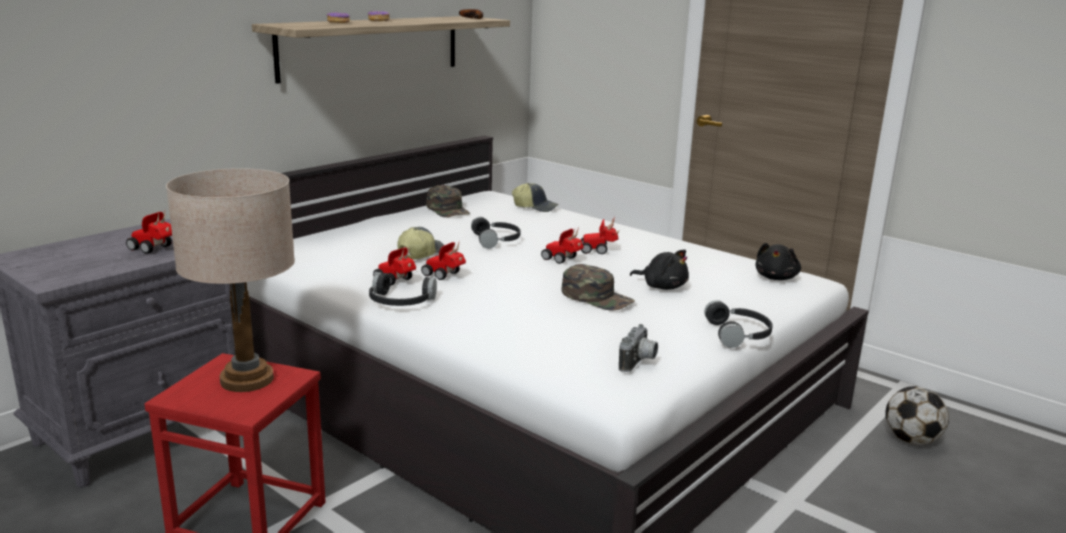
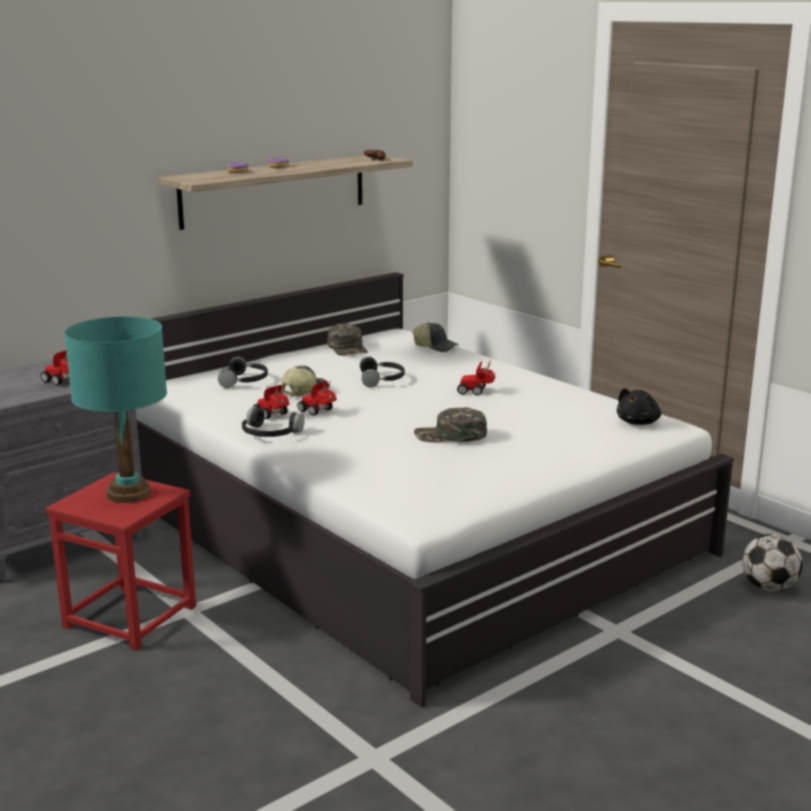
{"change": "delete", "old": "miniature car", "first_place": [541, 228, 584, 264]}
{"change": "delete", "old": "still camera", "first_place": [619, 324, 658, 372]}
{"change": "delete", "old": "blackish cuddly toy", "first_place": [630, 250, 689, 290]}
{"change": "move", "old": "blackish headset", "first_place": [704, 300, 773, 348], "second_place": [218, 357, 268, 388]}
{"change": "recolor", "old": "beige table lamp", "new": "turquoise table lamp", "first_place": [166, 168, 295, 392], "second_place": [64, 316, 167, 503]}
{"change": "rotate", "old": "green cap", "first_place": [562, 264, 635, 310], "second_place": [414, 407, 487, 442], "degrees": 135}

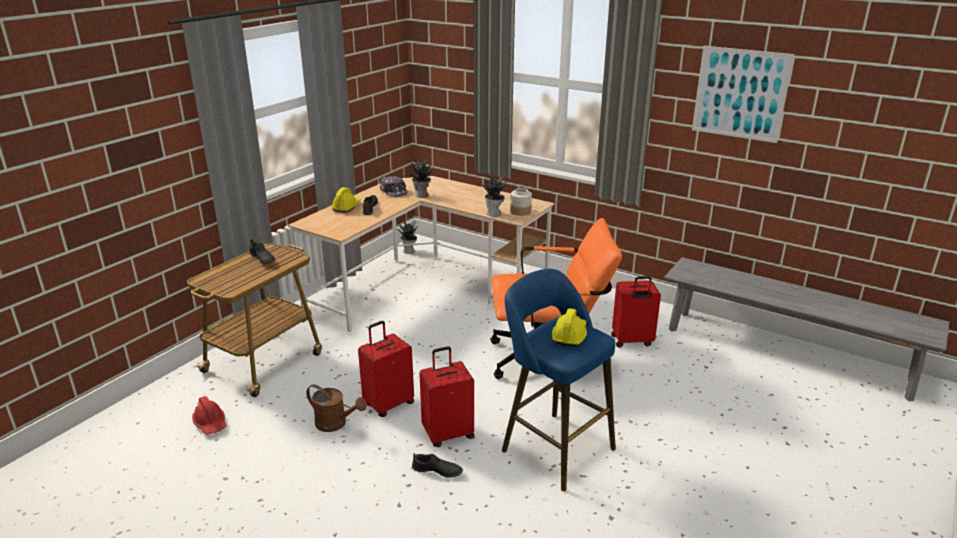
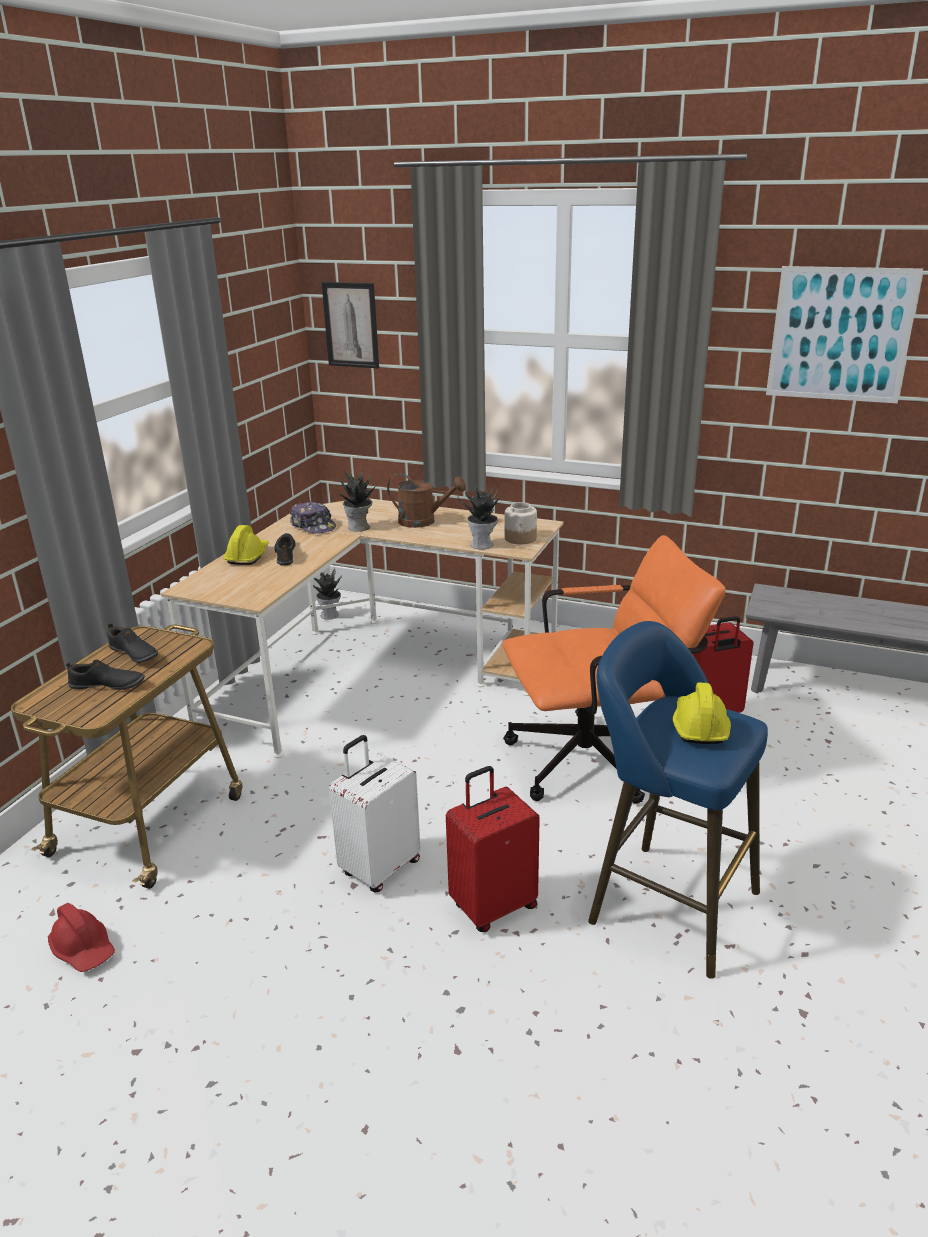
{"change": "insert", "new": "picture", "second_place": [322, 282, 379, 368]}
{"change": "move", "old": "brown-coloured watering can", "first_place": [306, 384, 367, 432], "second_place": [387, 473, 466, 528]}
{"change": "move", "old": "blackish item of footwear", "first_place": [412, 453, 463, 478], "second_place": [66, 659, 145, 690]}
{"change": "recolor", "old": "reddish suitcase", "new": "whitish suitcase", "first_place": [358, 321, 414, 417], "second_place": [329, 735, 421, 892]}

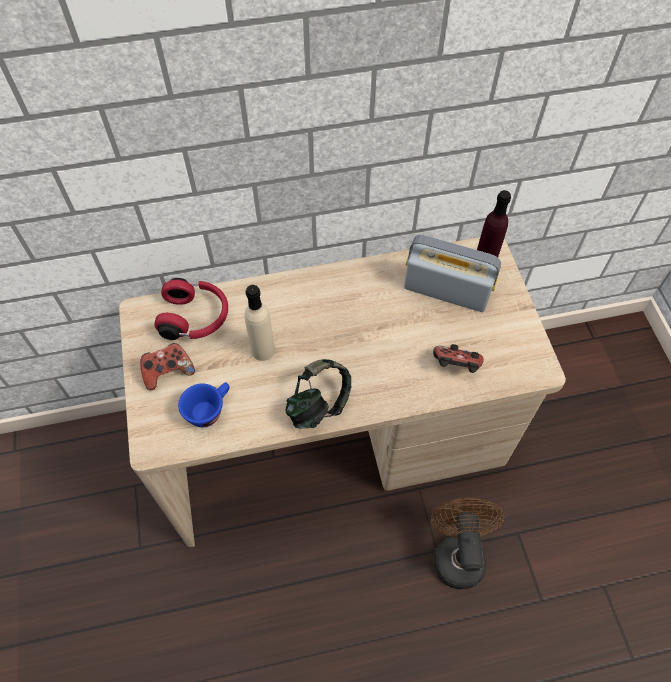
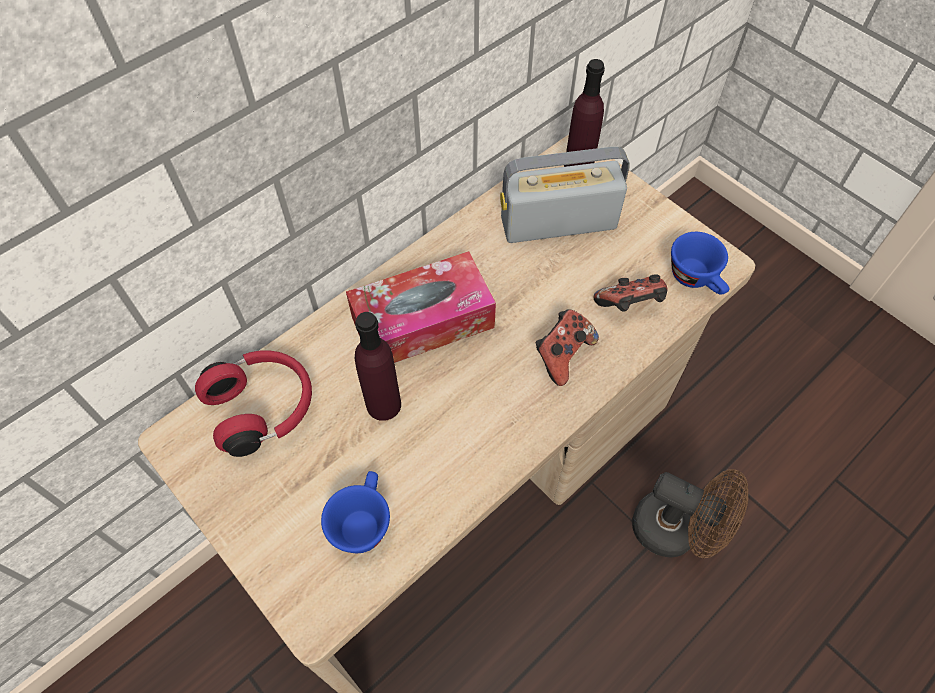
{"change": "delete", "old": "headset", "first_place": [286, 359, 351, 428]}
{"change": "insert", "new": "tissue box", "second_place": [346, 251, 496, 363]}
{"change": "insert", "new": "blue-coloured cup", "second_place": [671, 232, 729, 295]}
{"change": "move", "old": "joypad", "first_place": [140, 343, 195, 390], "second_place": [536, 310, 599, 386]}
{"change": "recolor", "old": "beige drink bottle", "new": "purple drink bottle", "first_place": [245, 285, 275, 361], "second_place": [355, 312, 401, 421]}
{"change": "rotate", "old": "brown-coloured electric fan", "first_place": [431, 498, 504, 589], "second_place": [632, 469, 748, 558], "degrees": 150}

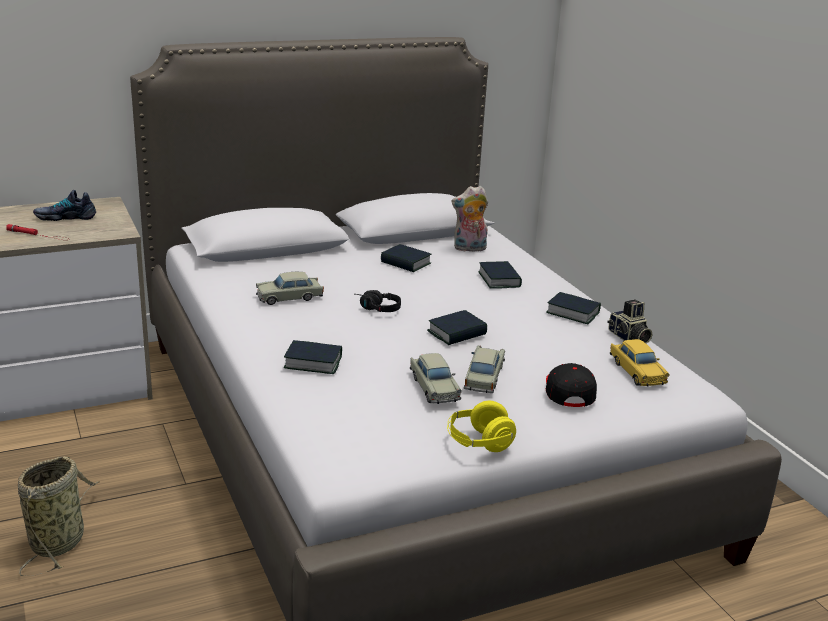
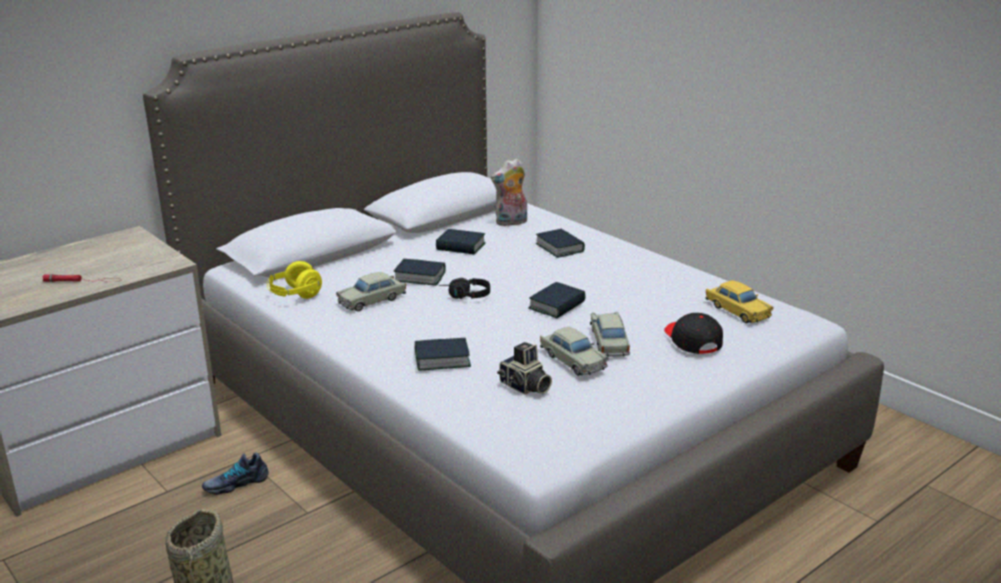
{"change": "move", "old": "item of footwear", "first_place": [33, 190, 96, 221], "second_place": [202, 453, 269, 495]}
{"change": "move", "old": "yellow headset", "first_place": [447, 401, 516, 452], "second_place": [267, 261, 322, 299]}
{"change": "move", "old": "book", "first_place": [546, 292, 601, 324], "second_place": [394, 259, 446, 286]}
{"change": "move", "old": "still camera", "first_place": [607, 300, 652, 344], "second_place": [497, 342, 552, 395]}

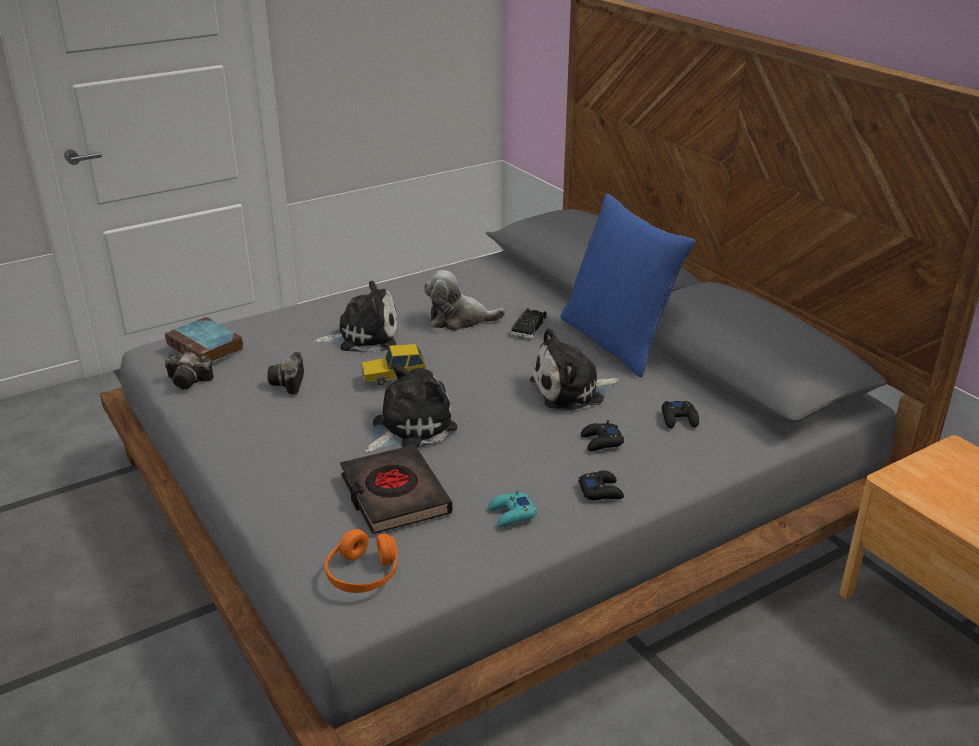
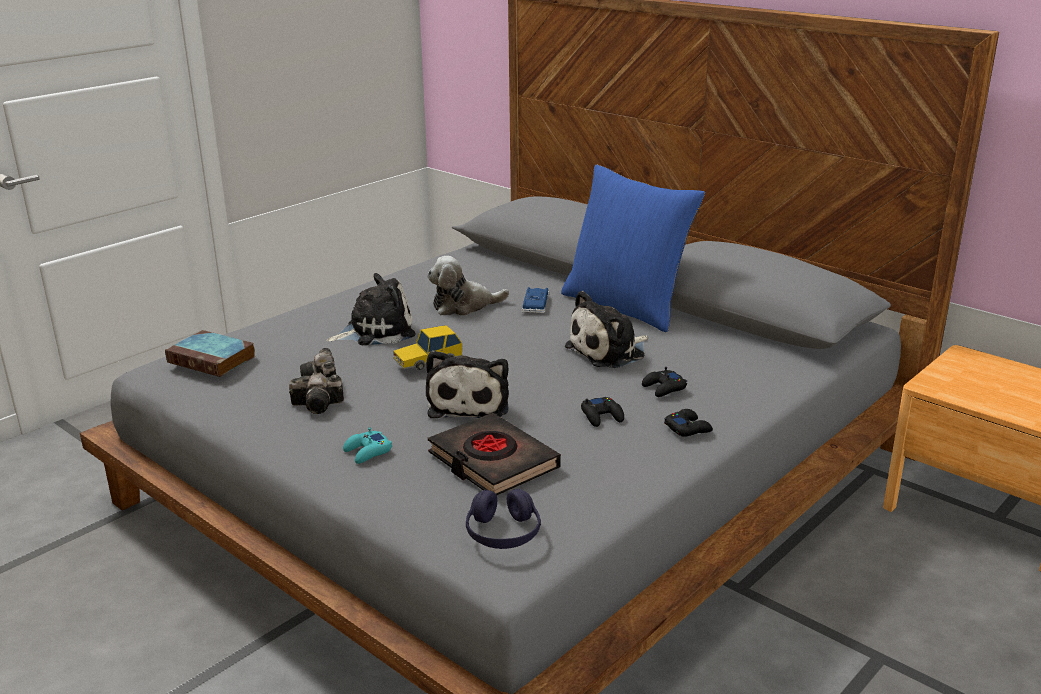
{"change": "move", "old": "still camera", "first_place": [165, 352, 214, 389], "second_place": [289, 373, 344, 414]}
{"change": "move", "old": "turquoise joypad", "first_place": [488, 490, 537, 527], "second_place": [343, 428, 392, 464]}
{"change": "move", "old": "blackish joypad", "first_place": [662, 401, 699, 428], "second_place": [581, 397, 624, 427]}
{"change": "recolor", "old": "orangey headset", "new": "purple headset", "first_place": [325, 529, 398, 593], "second_place": [466, 488, 541, 549]}
{"change": "recolor", "old": "blackish miniature car", "new": "blue-coloured miniature car", "first_place": [510, 308, 548, 338], "second_place": [522, 287, 549, 313]}
{"change": "rotate", "old": "cuddly toy", "first_place": [365, 364, 457, 453], "second_place": [426, 350, 509, 418], "degrees": 150}

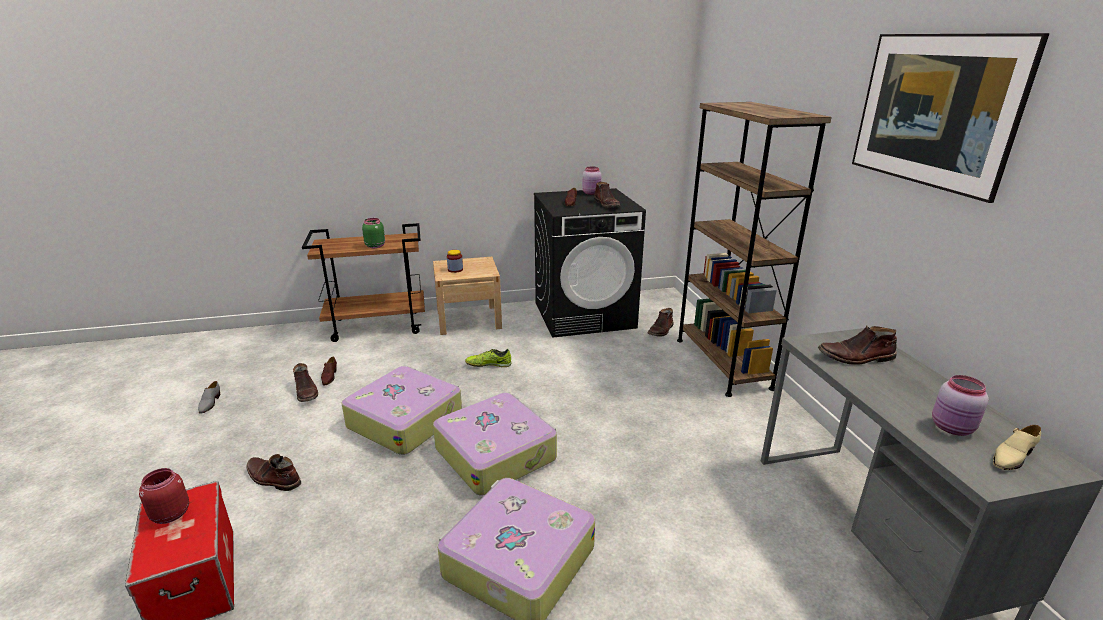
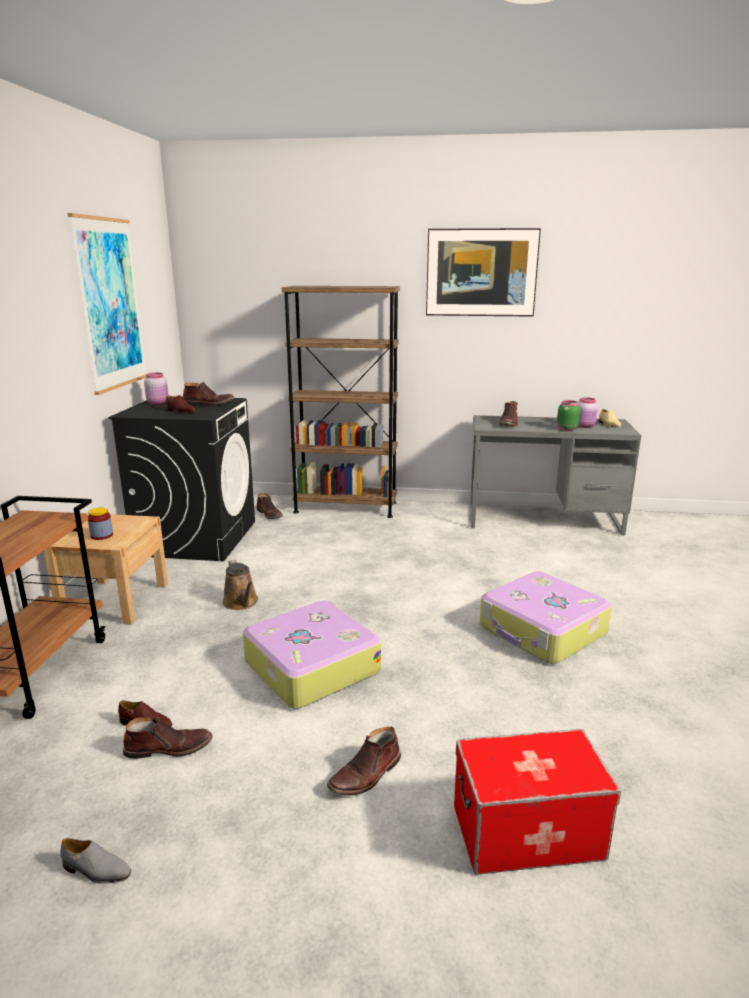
{"change": "delete", "old": "reddish storage jar", "first_place": [139, 468, 189, 524]}
{"change": "delete", "old": "suitcase", "first_place": [433, 393, 557, 495]}
{"change": "insert", "new": "picture", "second_place": [67, 213, 146, 395]}
{"change": "move", "old": "green storage jar", "first_place": [362, 218, 385, 248], "second_place": [557, 400, 580, 431]}
{"change": "replace", "old": "item of footwear", "new": "brown-coloured watering can", "first_place": [465, 349, 512, 367], "second_place": [223, 560, 258, 610]}

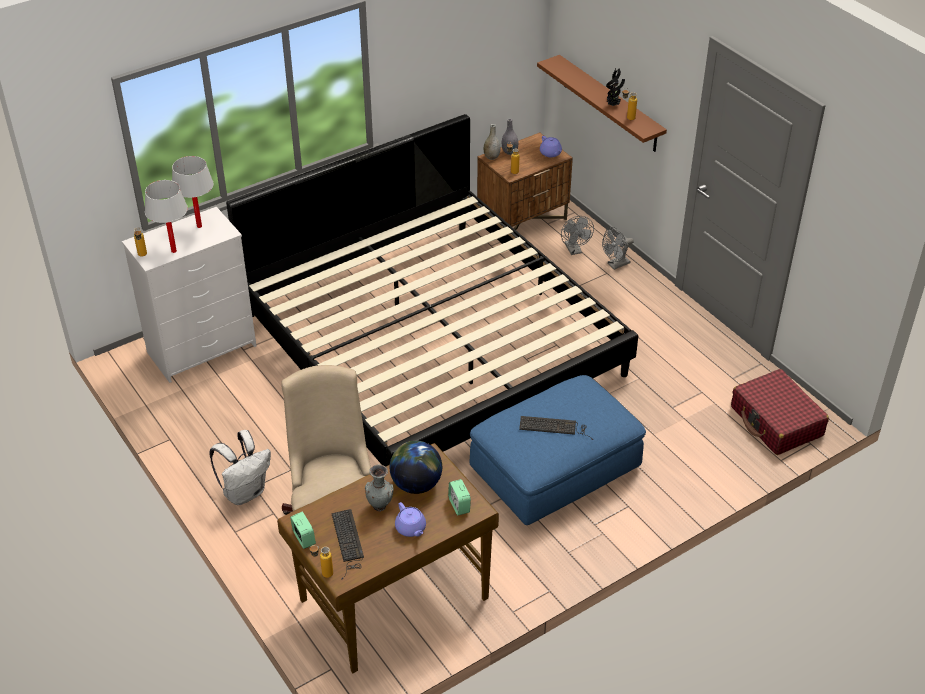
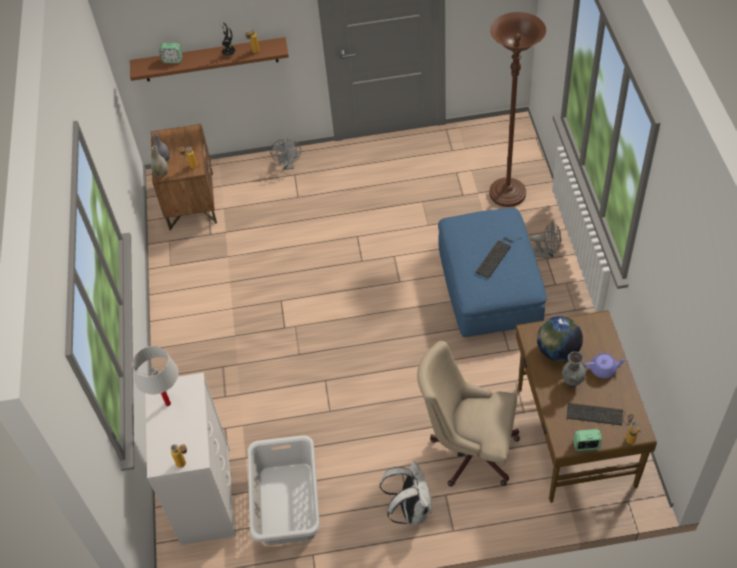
{"change": "delete", "old": "whitish table lamp", "first_place": [145, 180, 188, 253]}
{"change": "delete", "old": "sleeping bed", "first_place": [226, 114, 638, 467]}
{"change": "delete", "old": "purple tea pot", "first_place": [540, 136, 562, 157]}
{"change": "delete", "old": "reddish suitcase", "first_place": [731, 369, 829, 455]}
{"change": "insert", "new": "grey hamper", "second_place": [248, 435, 320, 545]}
{"change": "insert", "new": "brown-coloured floor lamp", "second_place": [489, 12, 546, 207]}
{"change": "move", "old": "alarm clock", "first_place": [448, 479, 471, 515], "second_place": [159, 43, 183, 63]}
{"change": "move", "old": "grey electric fan", "first_place": [561, 216, 594, 255], "second_place": [530, 221, 561, 259]}

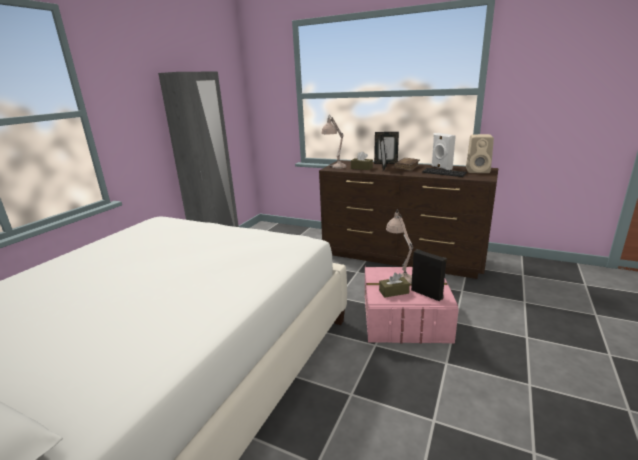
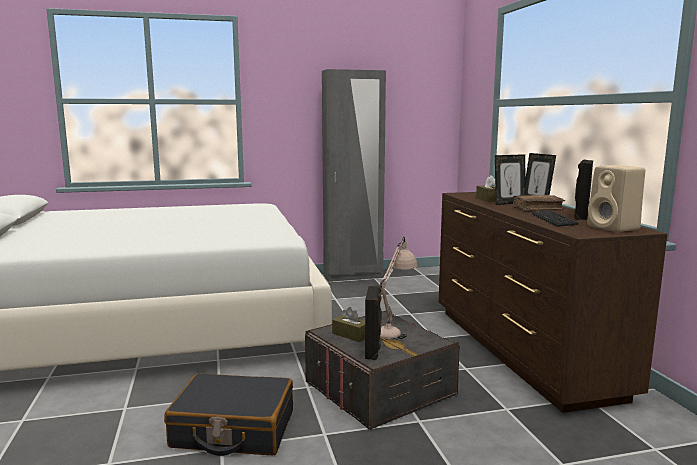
{"change": "delete", "old": "beige table lamp", "first_place": [321, 114, 346, 169]}
{"change": "insert", "new": "blackish suitcase", "second_place": [164, 373, 293, 456]}
{"change": "recolor", "old": "pinkish storage box", "new": "grey storage box", "first_place": [365, 265, 459, 344], "second_place": [305, 311, 460, 430]}
{"change": "recolor", "old": "whitish audio speaker", "new": "blackish audio speaker", "first_place": [431, 133, 456, 170], "second_place": [574, 160, 593, 220]}

